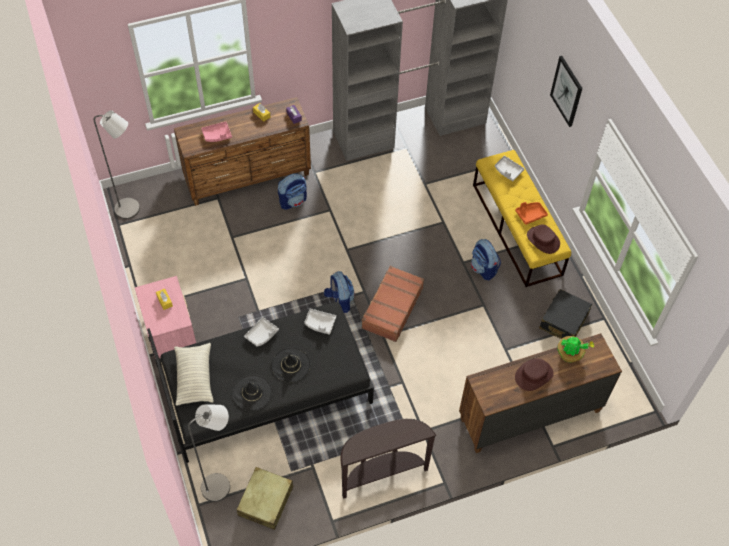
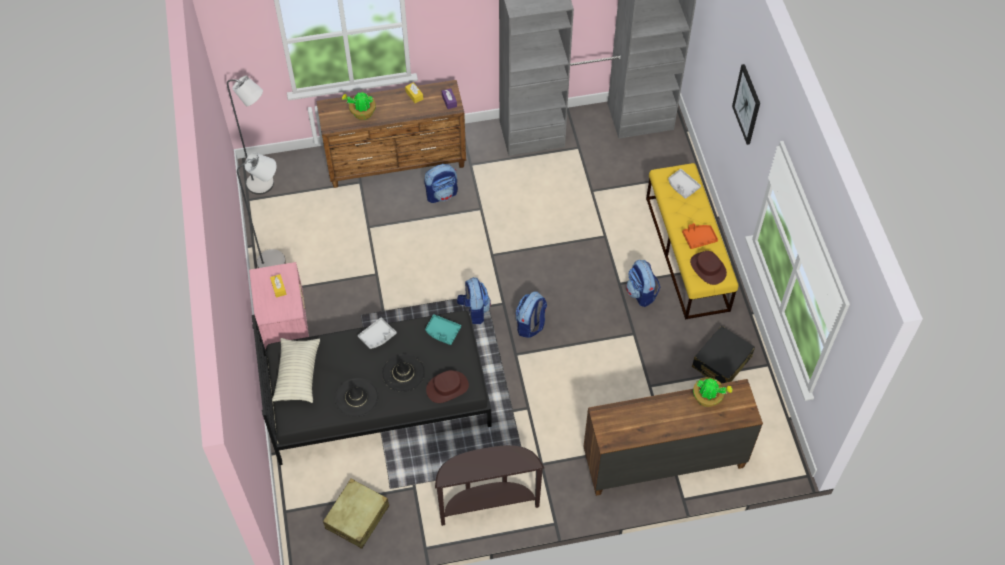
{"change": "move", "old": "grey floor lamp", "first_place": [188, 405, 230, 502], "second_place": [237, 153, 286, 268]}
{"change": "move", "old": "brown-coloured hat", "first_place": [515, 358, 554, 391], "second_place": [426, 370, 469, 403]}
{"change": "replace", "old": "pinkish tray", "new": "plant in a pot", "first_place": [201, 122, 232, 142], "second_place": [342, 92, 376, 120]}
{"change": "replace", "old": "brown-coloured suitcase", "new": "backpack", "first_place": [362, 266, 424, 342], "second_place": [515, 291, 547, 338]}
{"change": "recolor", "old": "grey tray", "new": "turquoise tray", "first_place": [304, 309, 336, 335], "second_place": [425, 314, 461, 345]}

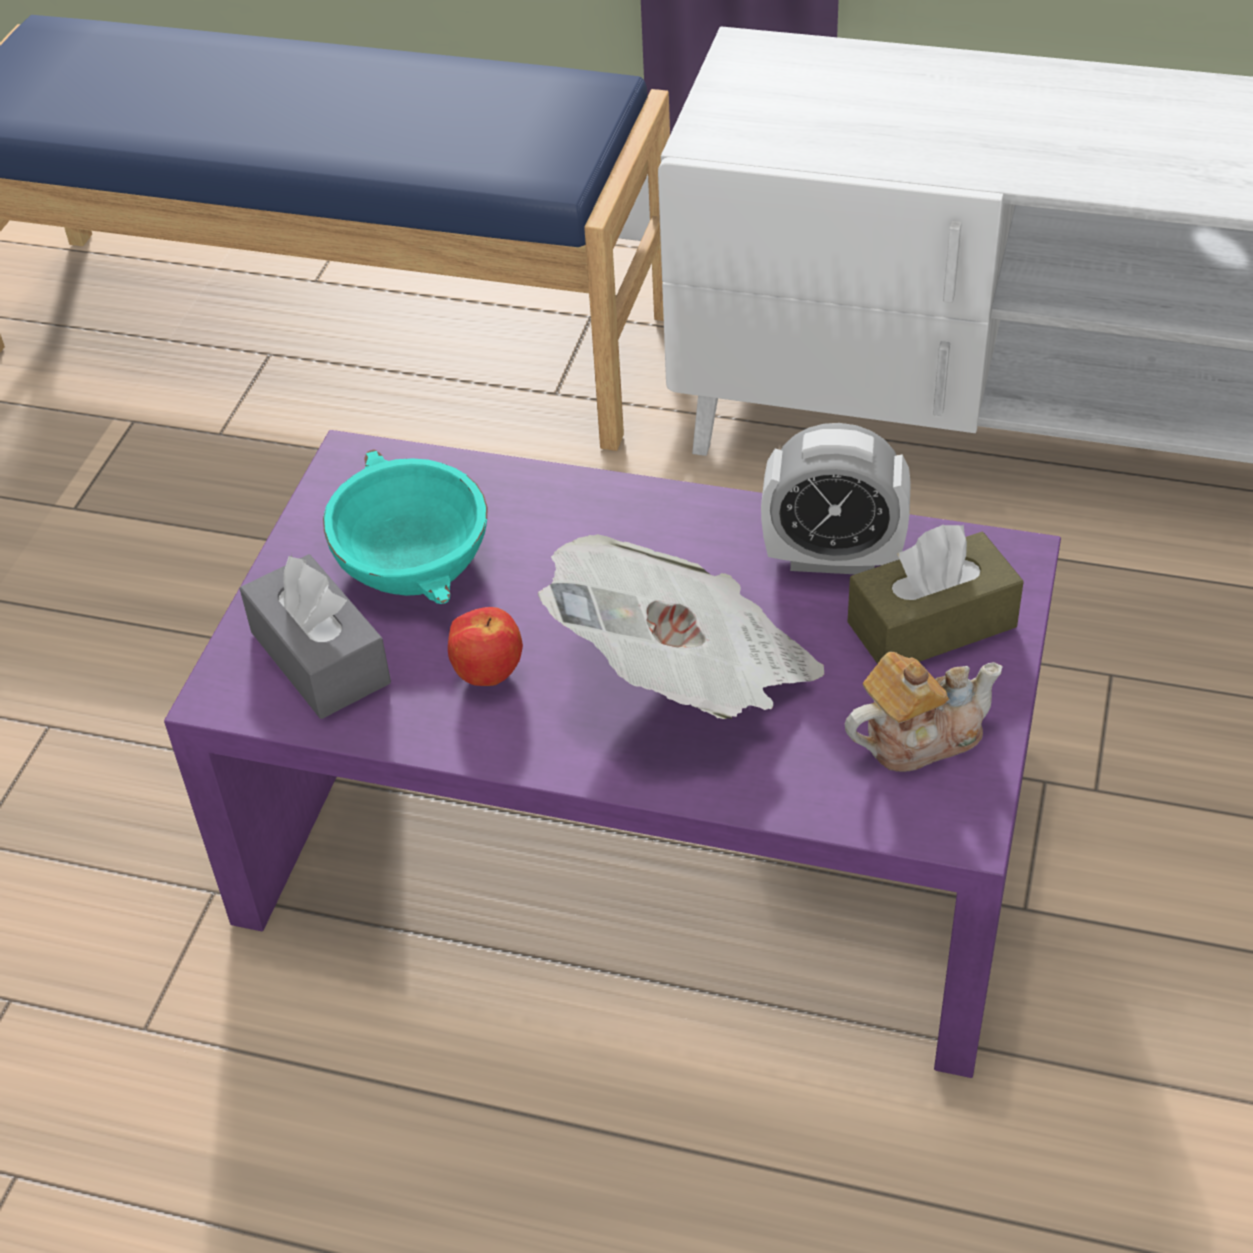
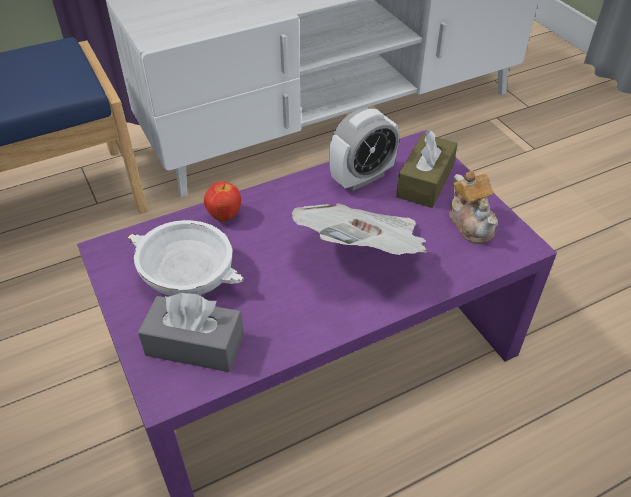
{"change": "move", "old": "apple", "first_place": [448, 607, 523, 686], "second_place": [204, 181, 241, 221]}
{"change": "recolor", "old": "turquoise serving bowl", "new": "whitish serving bowl", "first_place": [323, 449, 487, 604], "second_place": [127, 220, 244, 296]}
{"change": "rotate", "old": "tea pot", "first_place": [845, 652, 1003, 772], "second_place": [449, 170, 498, 244], "degrees": 135}

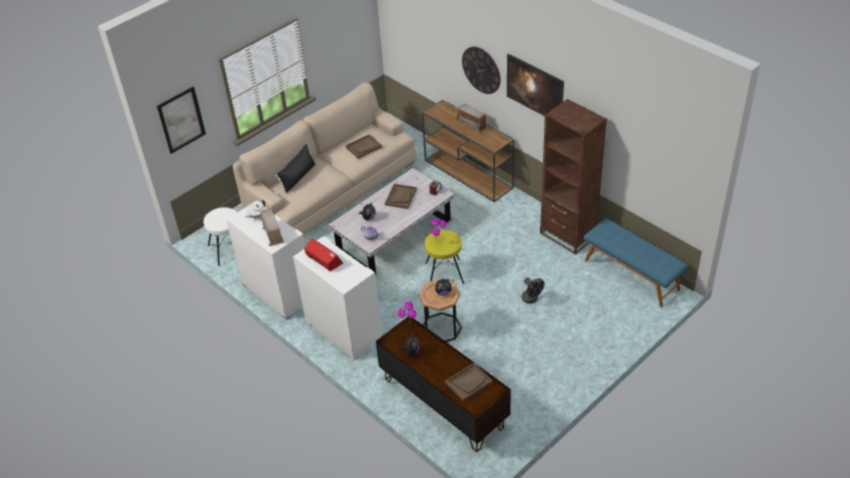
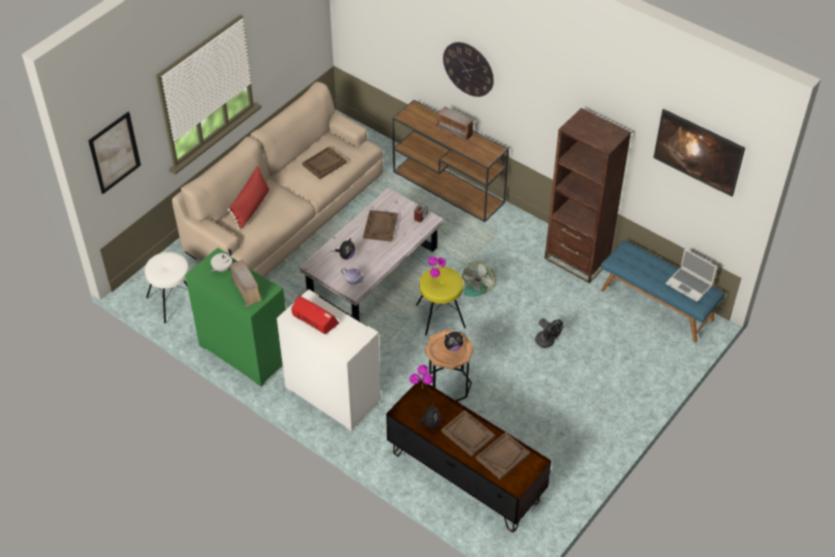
{"change": "insert", "new": "brown-coloured tray", "second_place": [441, 410, 495, 457]}
{"change": "insert", "new": "electric fan", "second_place": [462, 261, 496, 297]}
{"change": "insert", "new": "notebook computer", "second_place": [666, 249, 717, 302]}
{"change": "move", "old": "picture", "first_place": [507, 54, 564, 116], "second_place": [653, 109, 745, 197]}
{"change": "recolor", "old": "whitish cabinet", "new": "green cabinet", "first_place": [226, 201, 305, 319], "second_place": [185, 248, 286, 387]}
{"change": "recolor", "old": "blackish pillow", "new": "reddish pillow", "first_place": [276, 144, 316, 193], "second_place": [228, 166, 269, 230]}

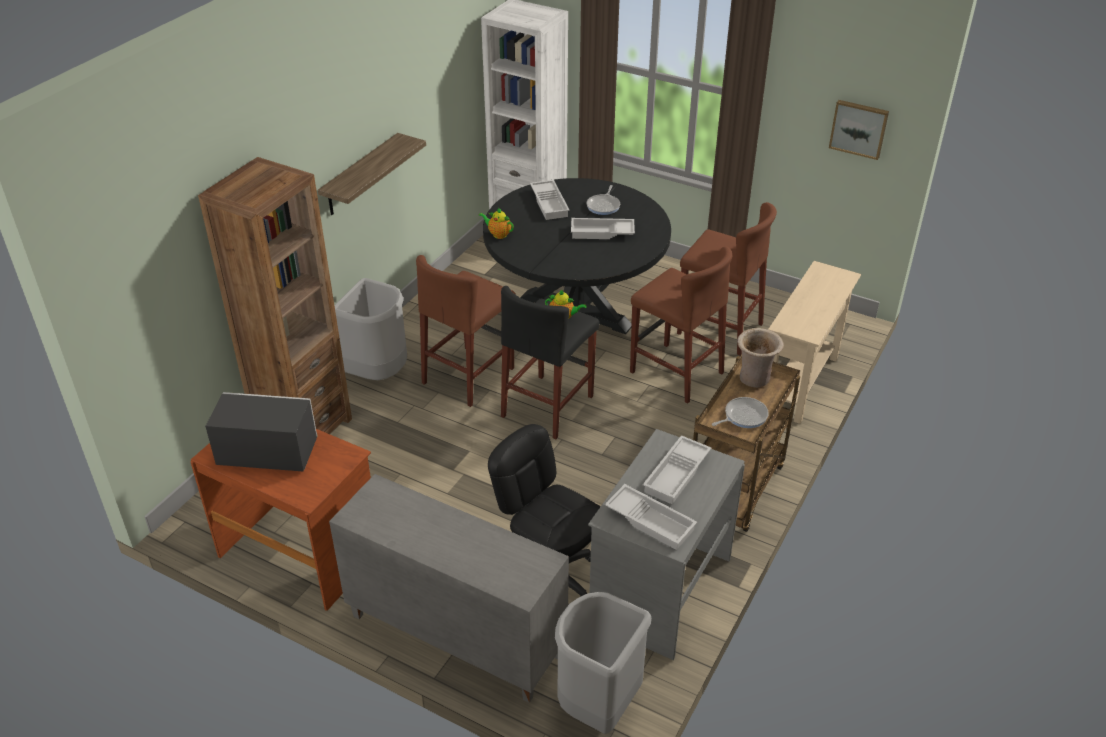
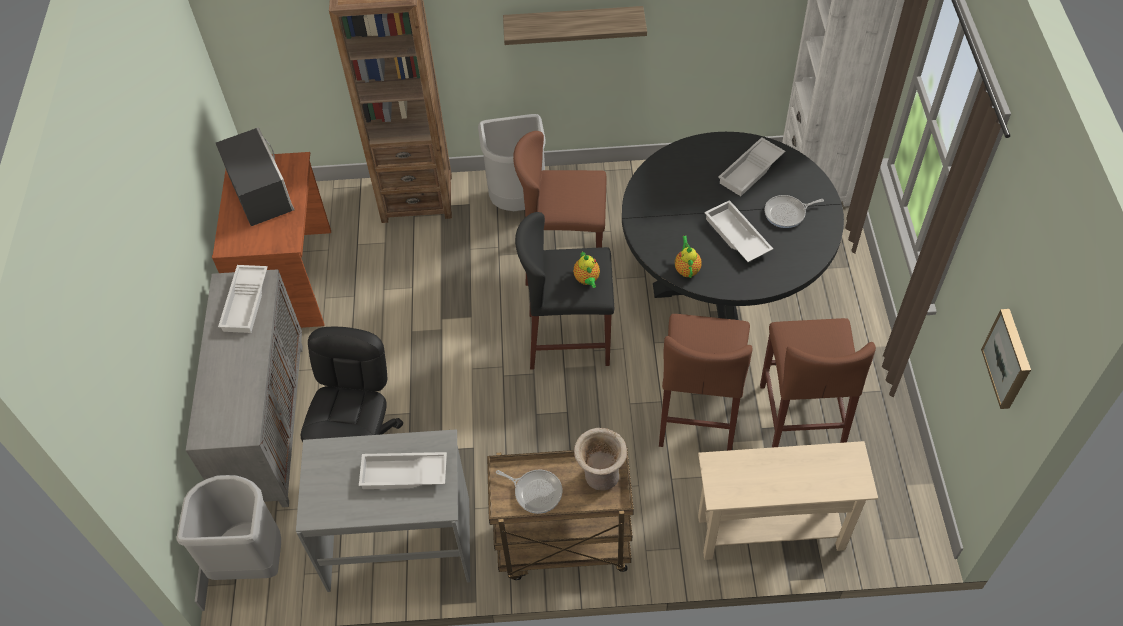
{"change": "move", "old": "tea pot", "first_place": [479, 207, 514, 239], "second_place": [675, 236, 702, 278]}
{"change": "move", "old": "whitish tray", "first_place": [605, 484, 697, 550], "second_place": [218, 265, 268, 333]}

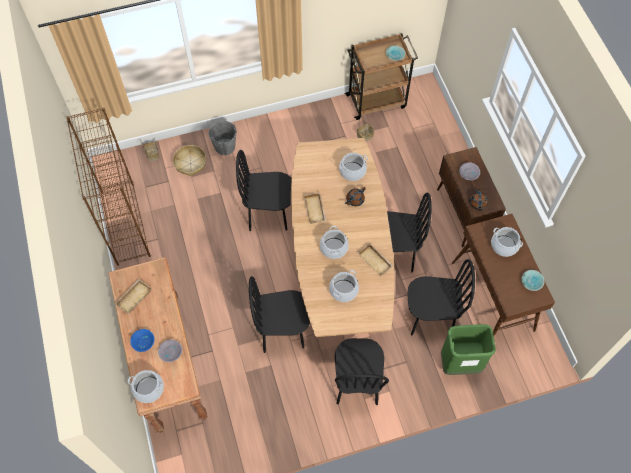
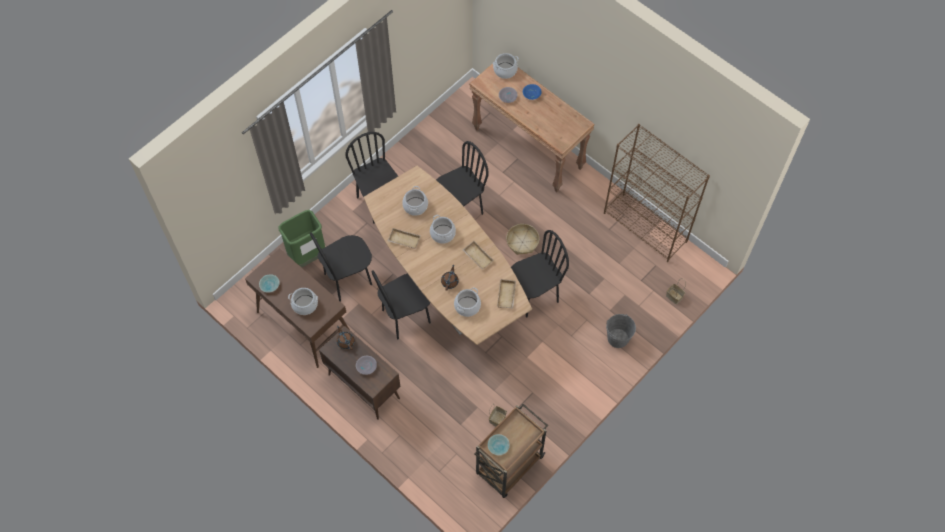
{"change": "move", "old": "beige tray", "first_place": [115, 279, 152, 314], "second_place": [497, 279, 516, 309]}
{"change": "move", "old": "household basket", "first_place": [173, 145, 206, 176], "second_place": [506, 224, 539, 255]}

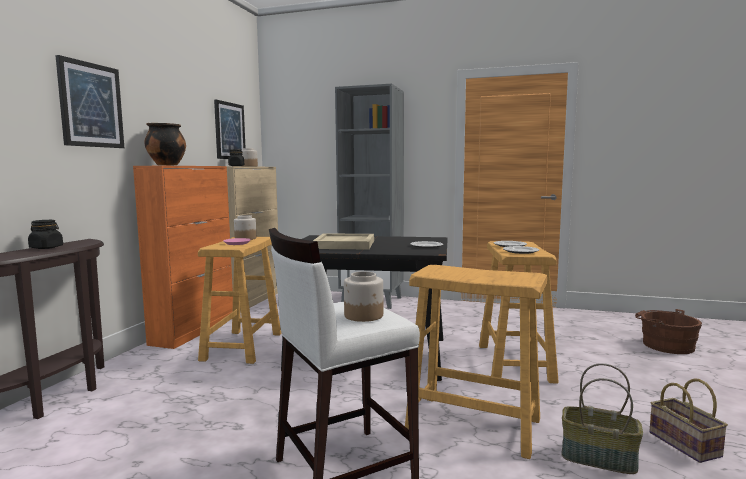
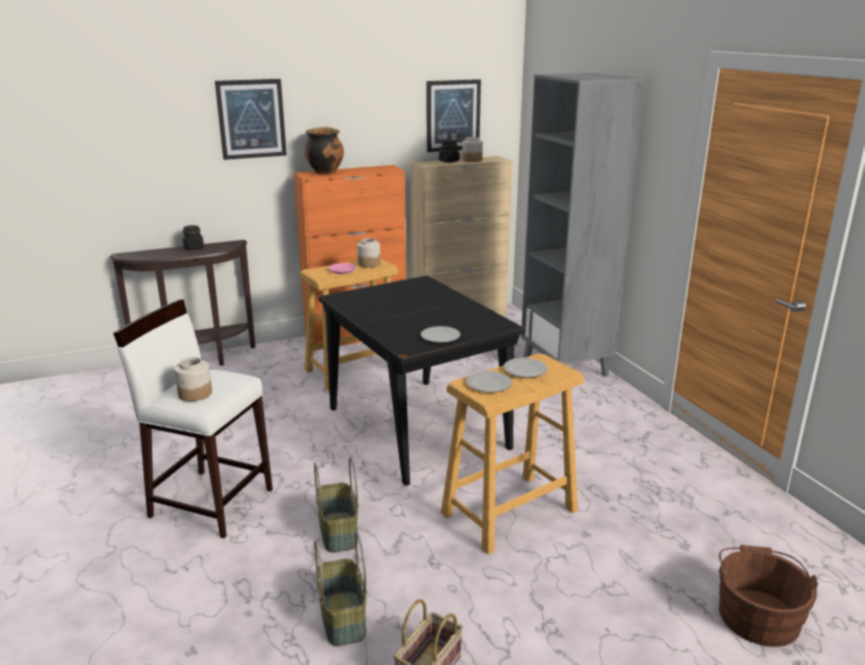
{"change": "delete", "old": "beige tray", "first_place": [313, 233, 374, 249]}
{"change": "replace", "old": "beige stool", "new": "household basket", "first_place": [405, 265, 547, 459], "second_place": [314, 457, 358, 553]}

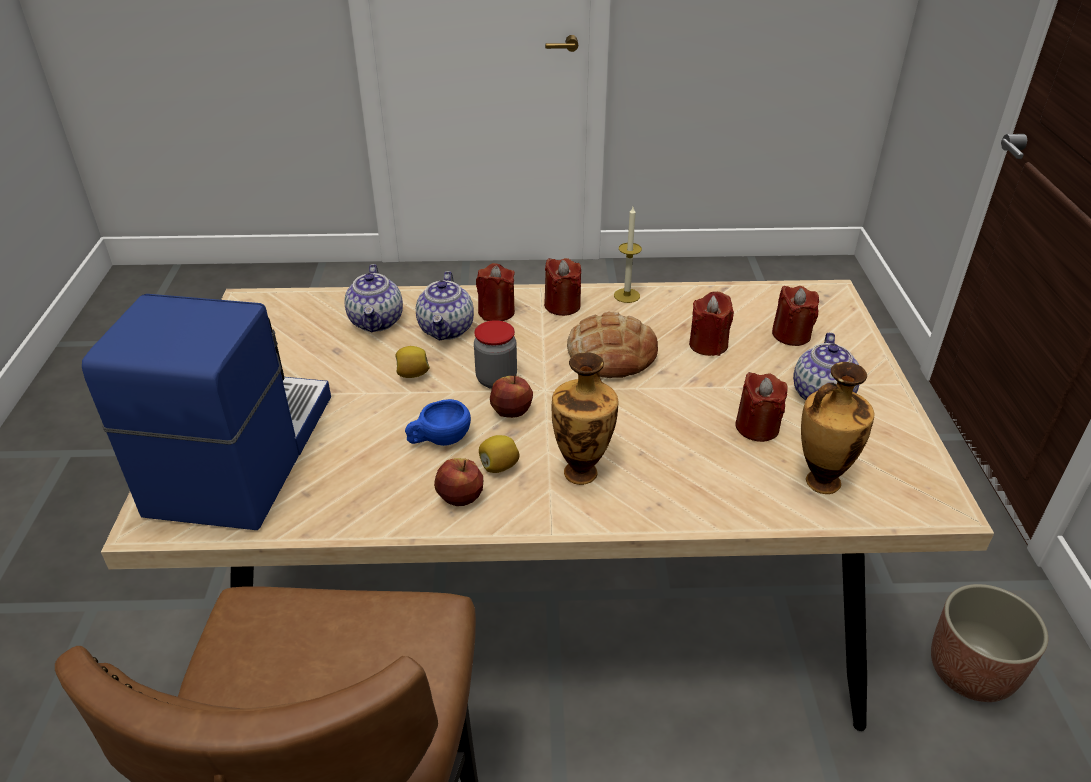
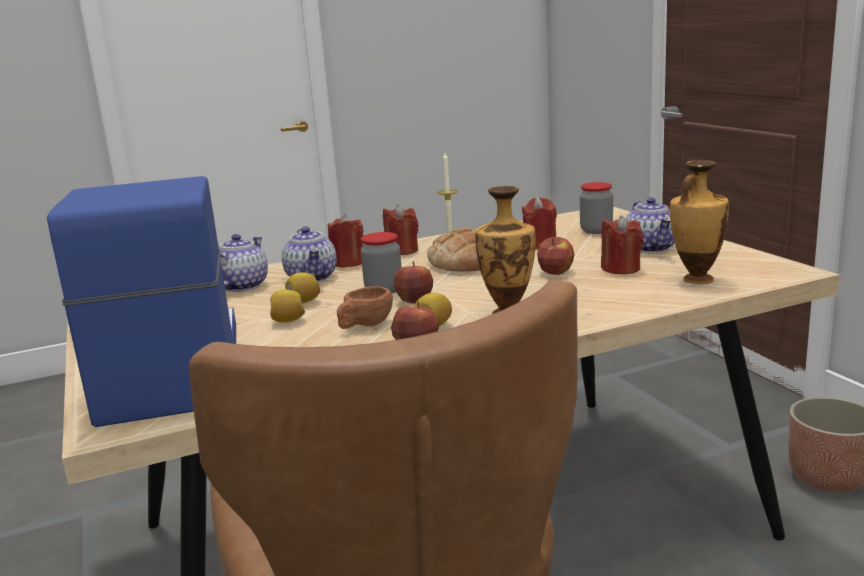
{"change": "insert", "new": "whole lemon", "second_place": [270, 290, 305, 323]}
{"change": "insert", "new": "apple", "second_place": [537, 237, 574, 275]}
{"change": "replace", "old": "reddish wax candle", "new": "storage jar", "first_place": [772, 286, 819, 346], "second_place": [580, 182, 613, 234]}
{"change": "recolor", "old": "blue-coloured cup", "new": "brown-coloured cup", "first_place": [405, 399, 471, 446], "second_place": [337, 286, 393, 329]}
{"change": "rotate", "old": "tea pot", "first_place": [344, 264, 403, 332], "second_place": [219, 234, 268, 292], "degrees": -135}

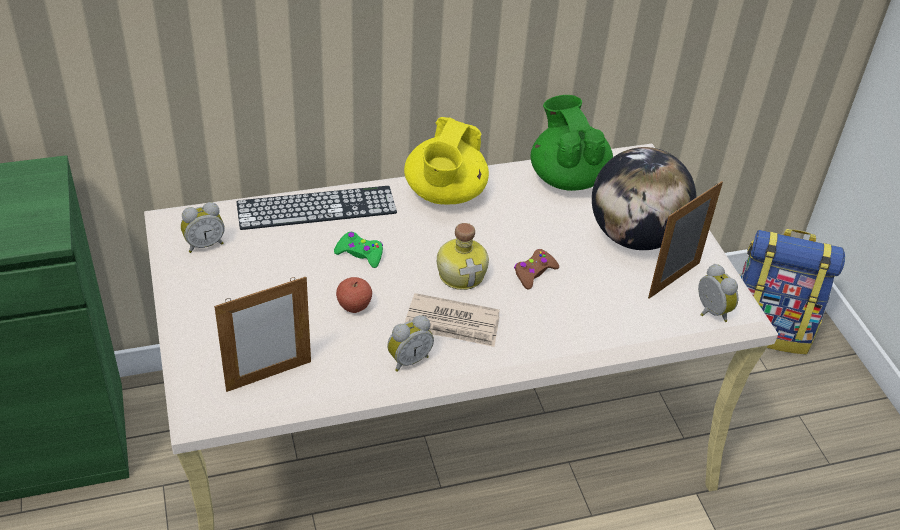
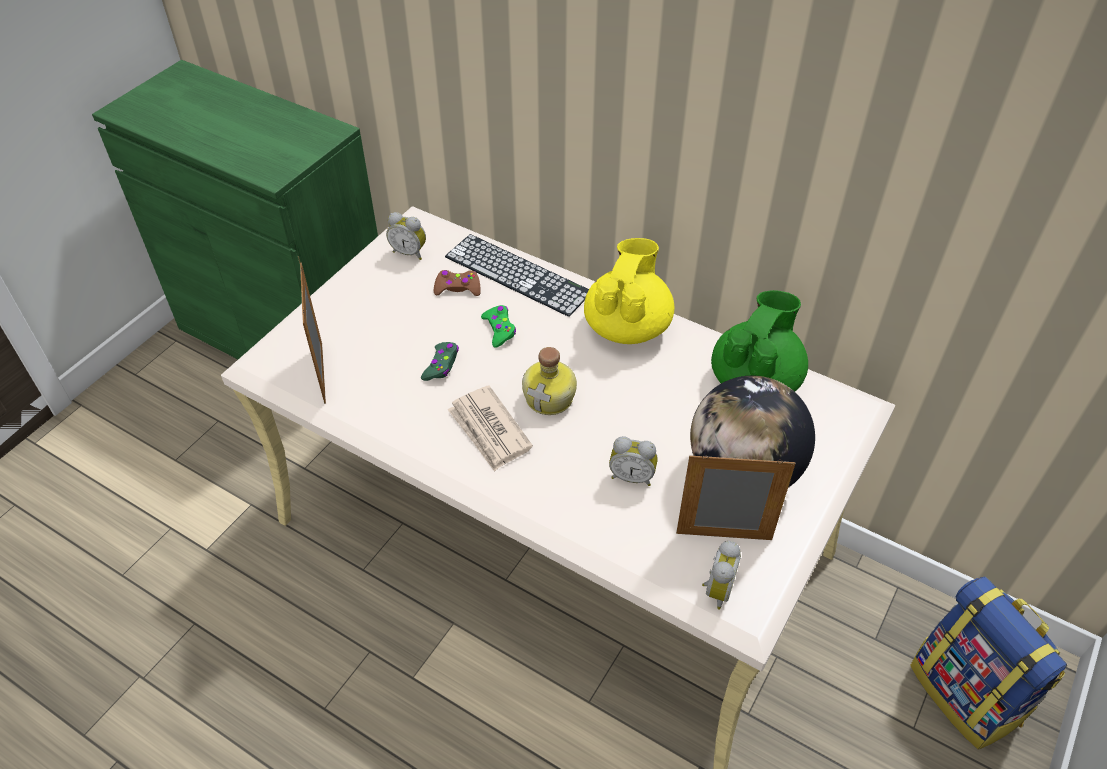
{"change": "move", "old": "alarm clock", "first_place": [387, 315, 434, 372], "second_place": [609, 436, 658, 486]}
{"change": "move", "old": "brown-coloured joypad", "first_place": [514, 249, 559, 290], "second_place": [434, 270, 481, 296]}
{"change": "replace", "old": "apple", "new": "green joypad", "first_place": [336, 277, 372, 313], "second_place": [421, 342, 459, 381]}
{"change": "rotate", "old": "standing frame", "first_place": [214, 277, 311, 392], "second_place": [300, 263, 326, 404], "degrees": 60}
{"change": "rotate", "old": "yellow tea pot", "first_place": [404, 117, 489, 204], "second_place": [584, 238, 674, 344], "degrees": 135}

